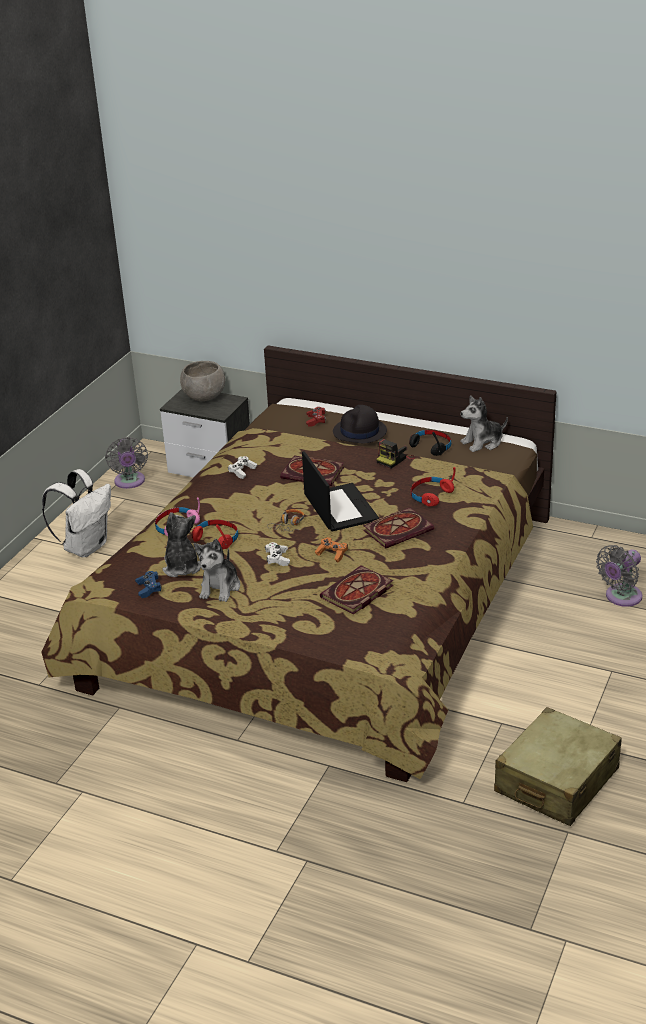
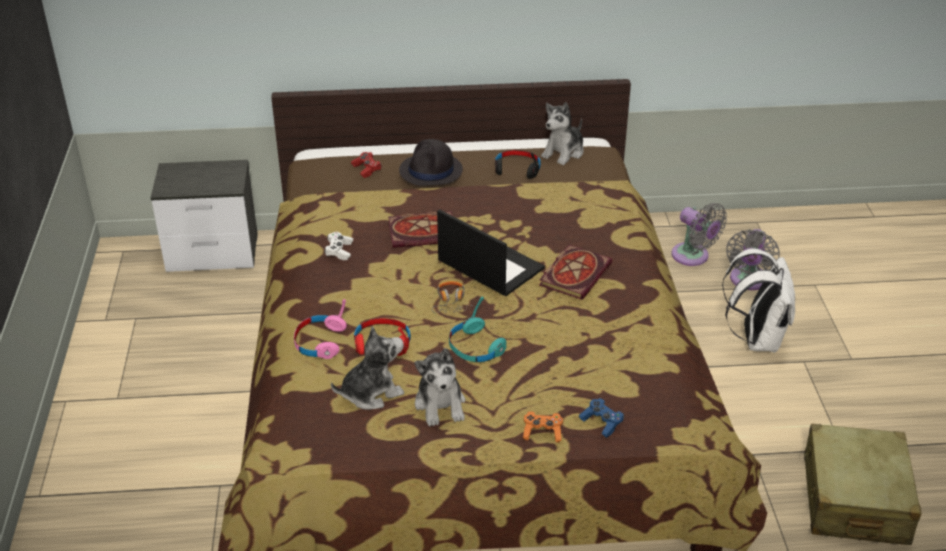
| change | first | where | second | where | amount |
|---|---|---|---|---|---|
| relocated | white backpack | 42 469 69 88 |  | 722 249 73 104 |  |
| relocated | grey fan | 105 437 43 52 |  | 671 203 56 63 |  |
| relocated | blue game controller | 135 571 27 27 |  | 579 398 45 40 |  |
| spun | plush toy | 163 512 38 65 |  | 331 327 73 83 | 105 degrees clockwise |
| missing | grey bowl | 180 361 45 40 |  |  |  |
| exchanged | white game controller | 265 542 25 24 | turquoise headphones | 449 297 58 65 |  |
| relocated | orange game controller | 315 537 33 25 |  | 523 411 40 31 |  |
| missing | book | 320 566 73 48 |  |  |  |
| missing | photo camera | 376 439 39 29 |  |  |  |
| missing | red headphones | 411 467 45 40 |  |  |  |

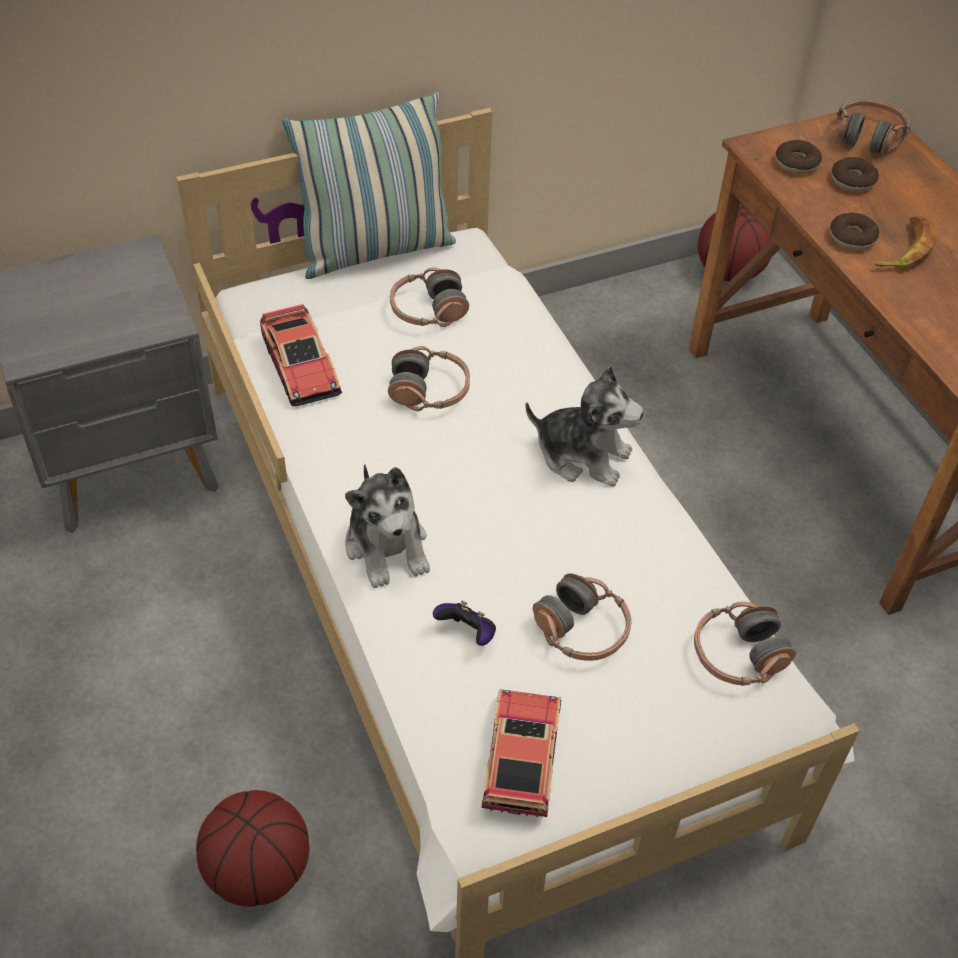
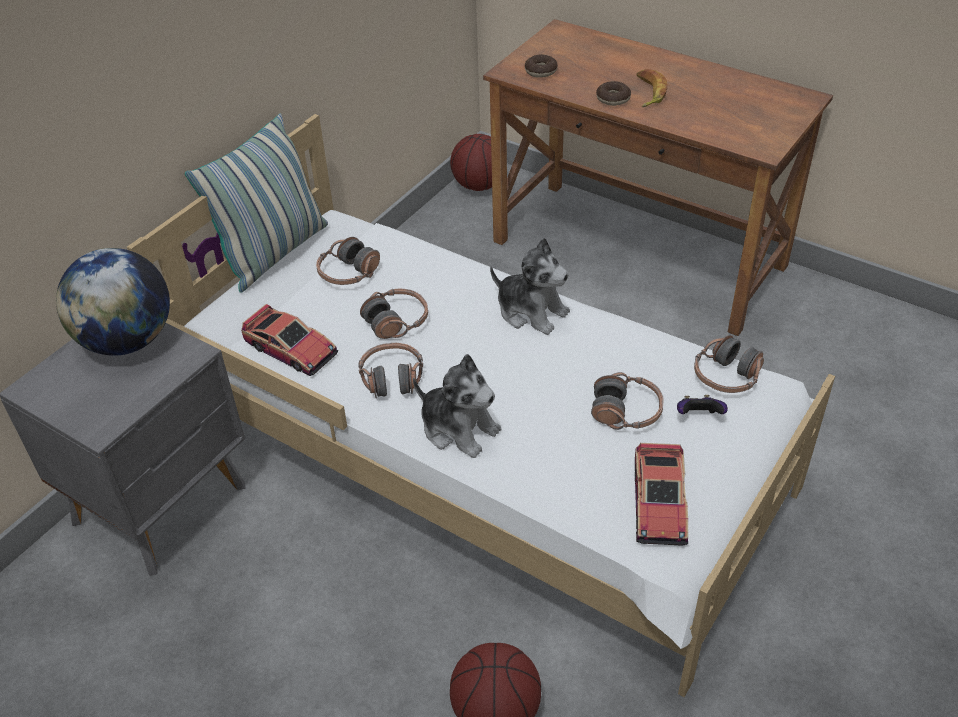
| change | first | where | second | where | amount |
|---|---|---|---|---|---|
| relocated | game controller | 433 601 63 45 |  | 677 395 51 19 |  |
| spun | toy car | 482 689 79 128 |  | 635 443 53 103 | 150 degrees counterclockwise |
| spun | plush toy | 525 366 119 121 |  | 490 238 80 97 | 45 degrees clockwise |
| missing | donut | 831 157 48 35 |  |  |  |
| relocated | headphones | 836 98 75 58 |  | 358 343 65 55 |  |
| appeared |  |  | globe | 56 248 114 108 |  |

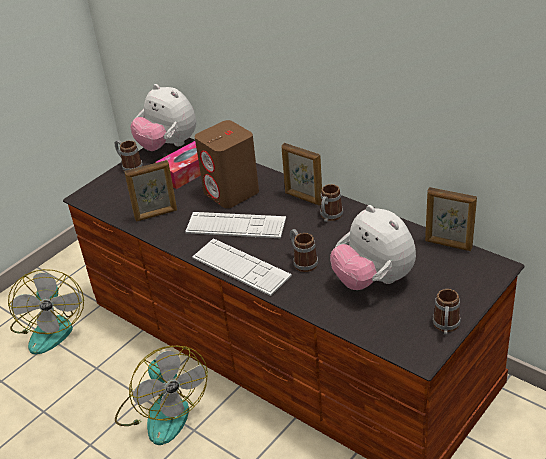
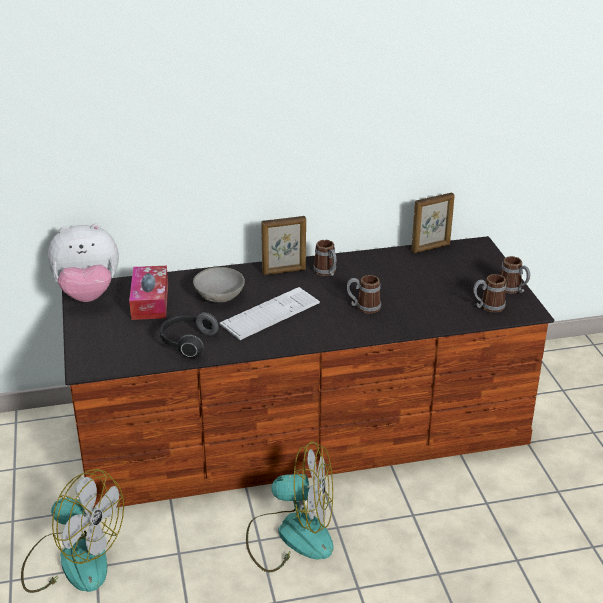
| change | first | where | second | where | amount |
|---|---|---|---|---|---|
| relocated | mug | 115 140 28 31 |  | 473 274 33 38 |  |
| exchanged | picture frame | 124 160 53 62 | headphones | 160 312 59 46 |  |
| missing | keyboard | 192 238 100 58 |  |  |  |
| exchanged | brown speaker | 195 120 64 88 | grey bowl | 193 267 52 36 |  |
| missing | plush toy | 330 205 86 85 |  |  |  |

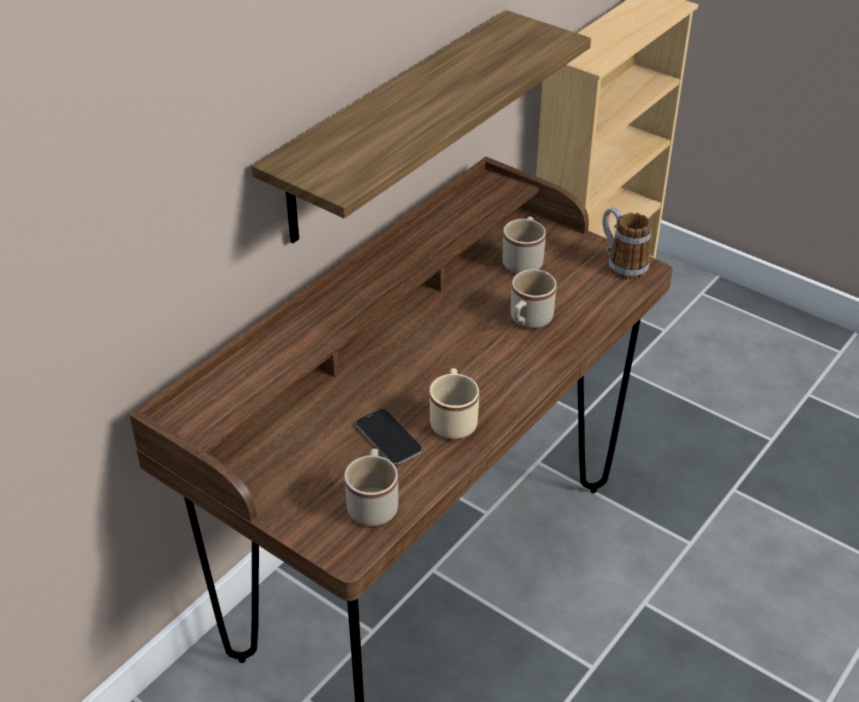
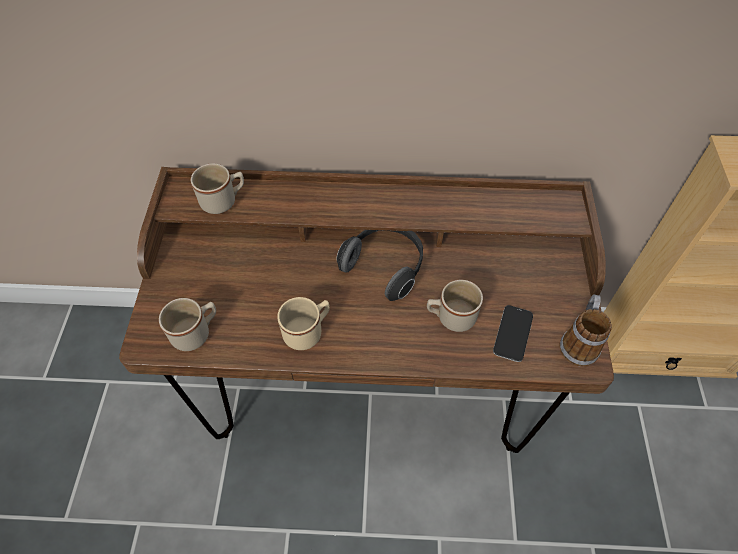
| change | first | where | second | where | amount |
|---|---|---|---|---|---|
| missing | shelf | 251 10 340 233 |  |  |  |
| relocated | phone | 356 409 66 56 |  | 493 305 40 57 |  |
| relocated | beige mug | 503 216 43 58 |  | 191 163 53 51 |  |
| appeared |  |  | headphones | 337 230 86 71 |  |

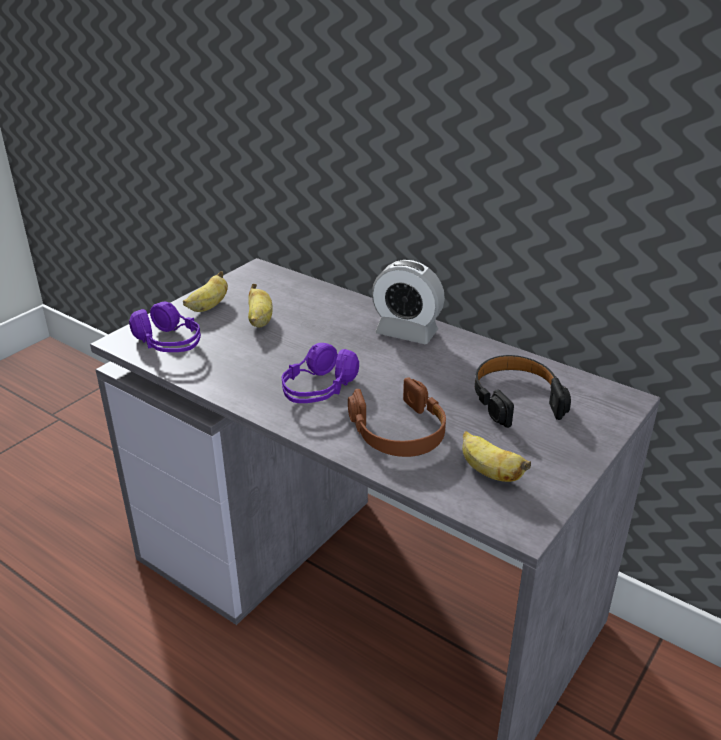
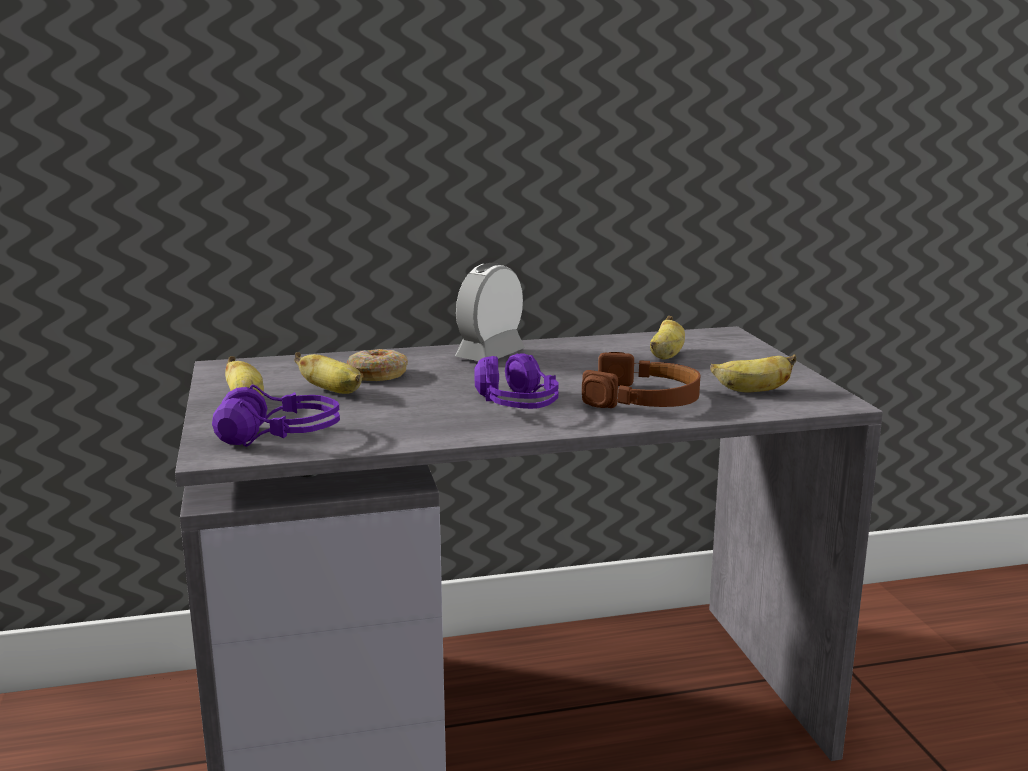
| change | first | where | second | where | amount |
|---|---|---|---|---|---|
| spun | alarm clock | 372 260 73 84 |  | 455 263 70 98 | 150 degrees clockwise |
| exchanged | black headphones | 475 355 96 73 | banana | 650 316 35 43 |  |
| appeared |  |  | donut | 347 349 61 32 |  |

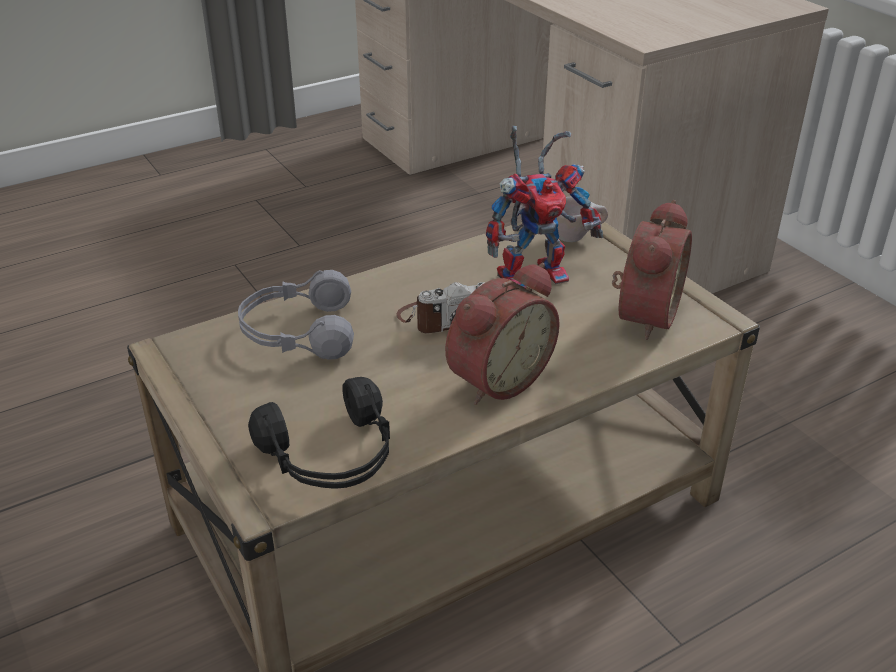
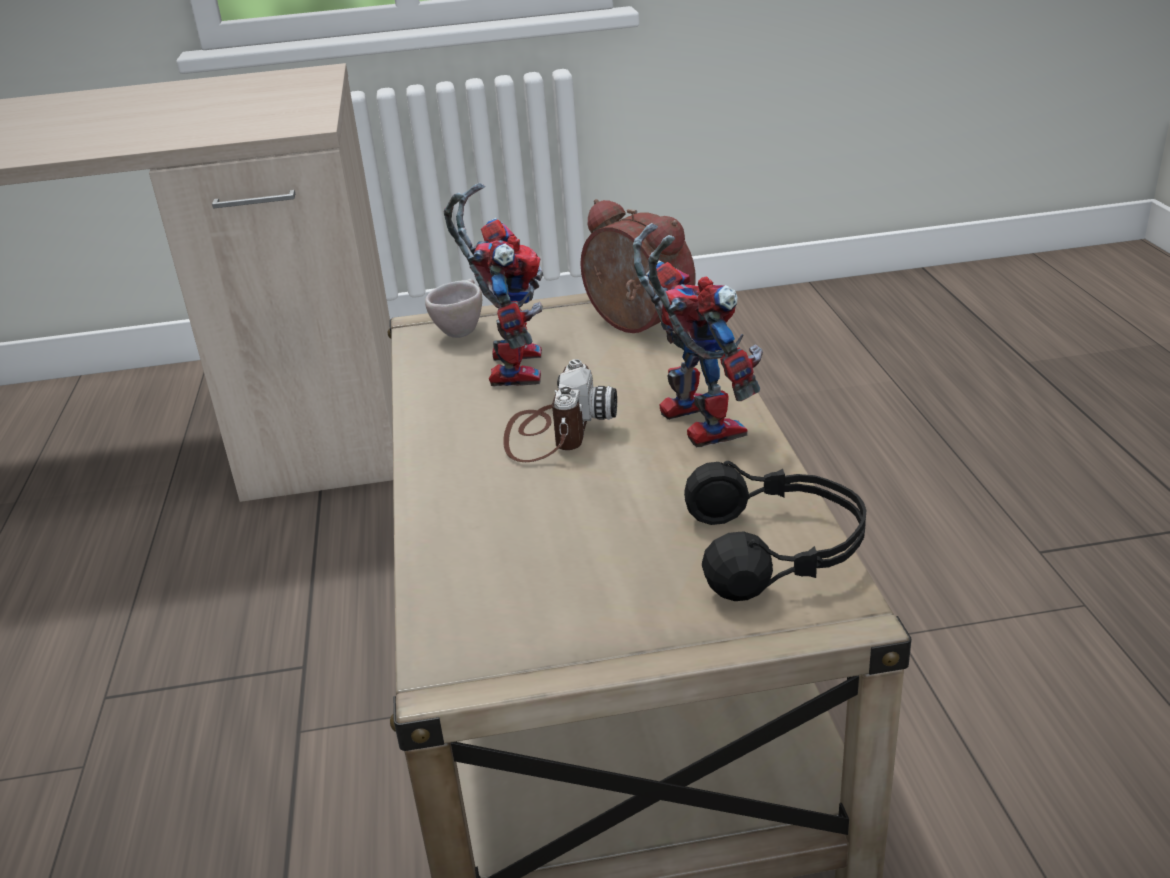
| change | first | where | second | where | amount |
|---|---|---|---|---|---|
| missing | grey headphones | 238 270 116 90 |  |  |  |
| exchanged | alarm clock | 445 263 115 142 | toy robot | 633 223 130 224 |  |

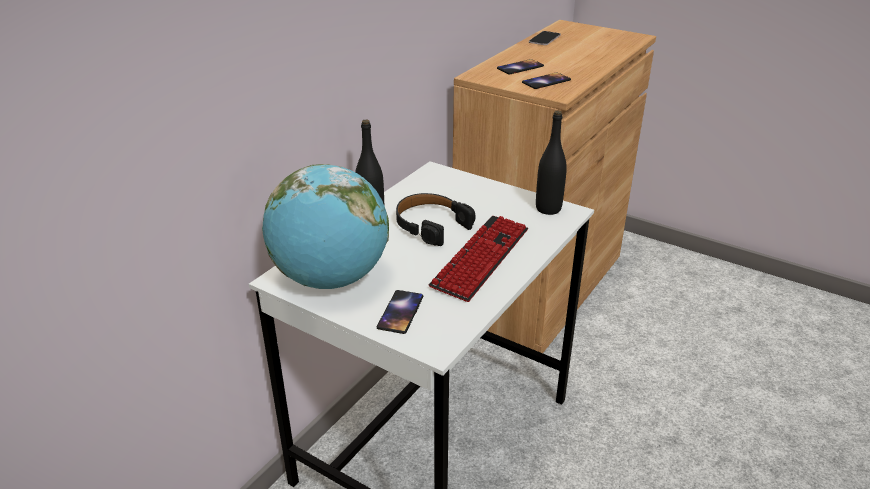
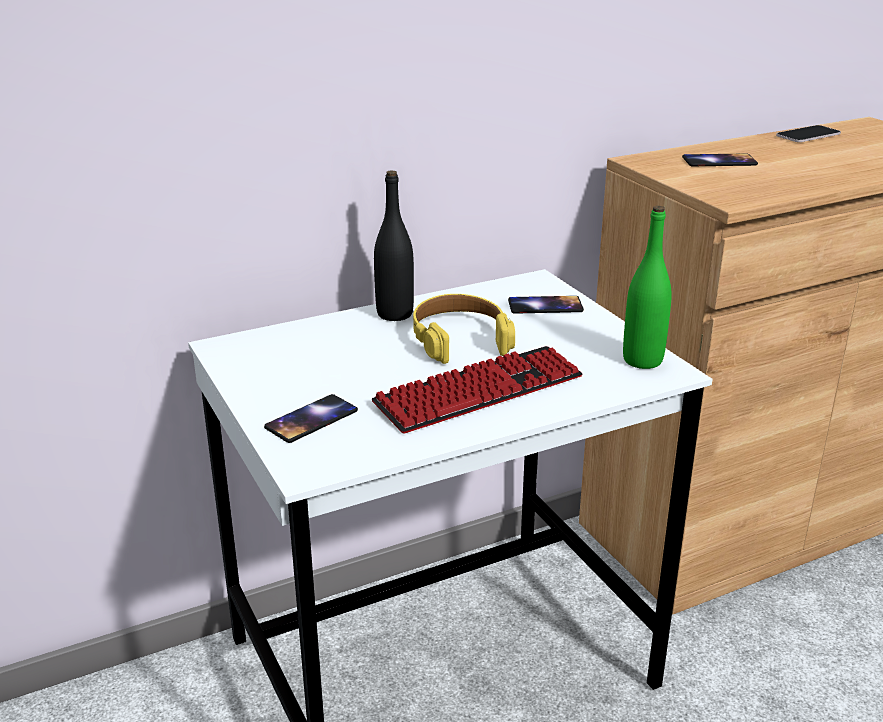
| change | first | where | second | where | amount |
|---|---|---|---|---|---|
| missing | globe | 262 164 127 125 |  |  |  |
| colour | black headphones | 396 193 79 53 | yellow headphones | 413 294 102 70 |  |
| relocated | phone | 522 72 49 17 |  | 508 296 76 18 |  |
| colour | black bottle | 536 111 31 104 | green bottle | 623 206 49 163 |  |

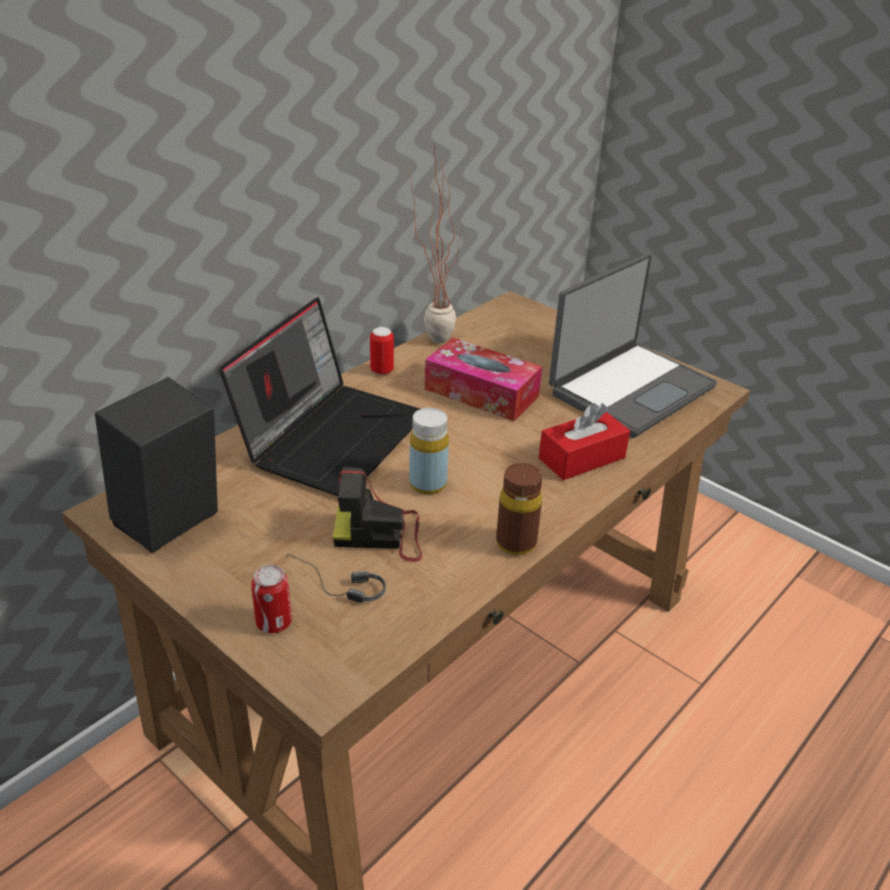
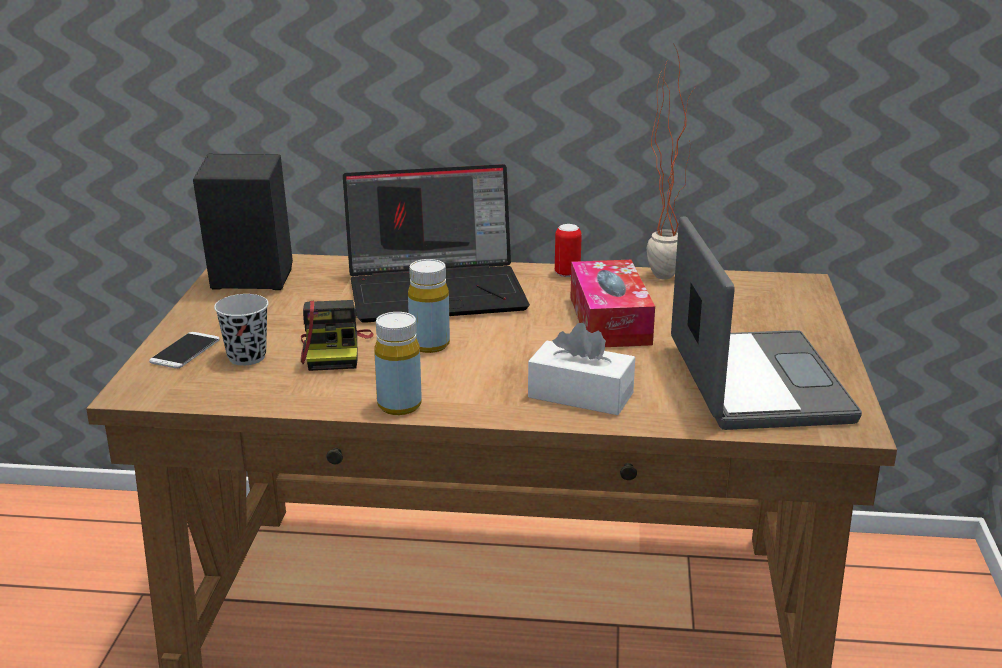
| change | first | where | second | where | amount |
|---|---|---|---|---|---|
| exchanged | can | 251 565 41 68 | phone | 149 332 71 36 |  |
| exchanged | headphones | 284 554 102 49 | black cup | 214 294 54 72 |  |
| spun | photo camera | 333 467 89 95 |  | 301 300 73 71 | 150 degrees counterclockwise |
| colour | brown bottle | 496 463 46 93 | yellow bottle | 374 312 48 103 |  |
| colour | red tissue box | 539 403 91 77 | white tissue box | 528 323 107 92 |  |
| spun | laptop | 549 254 168 184 |  | 671 217 191 213 | 105 degrees counterclockwise |

